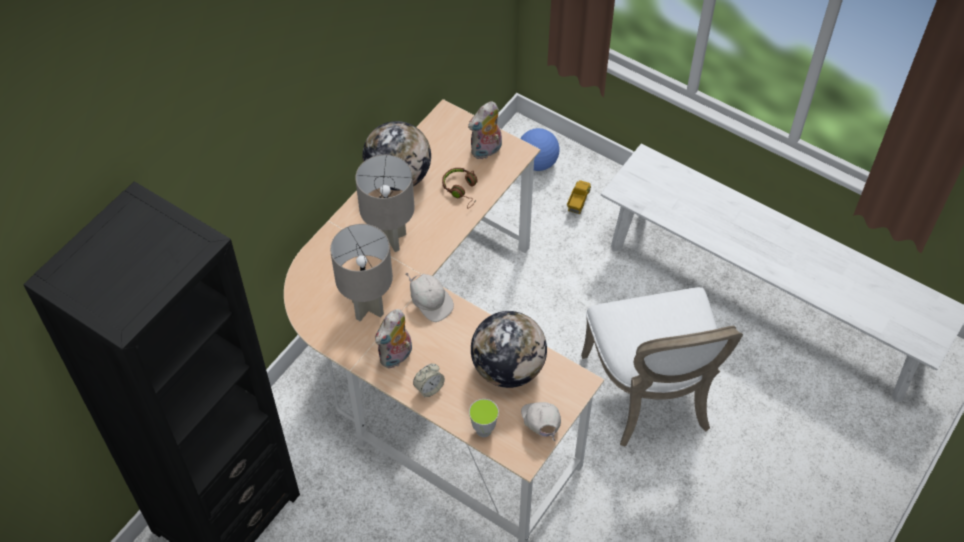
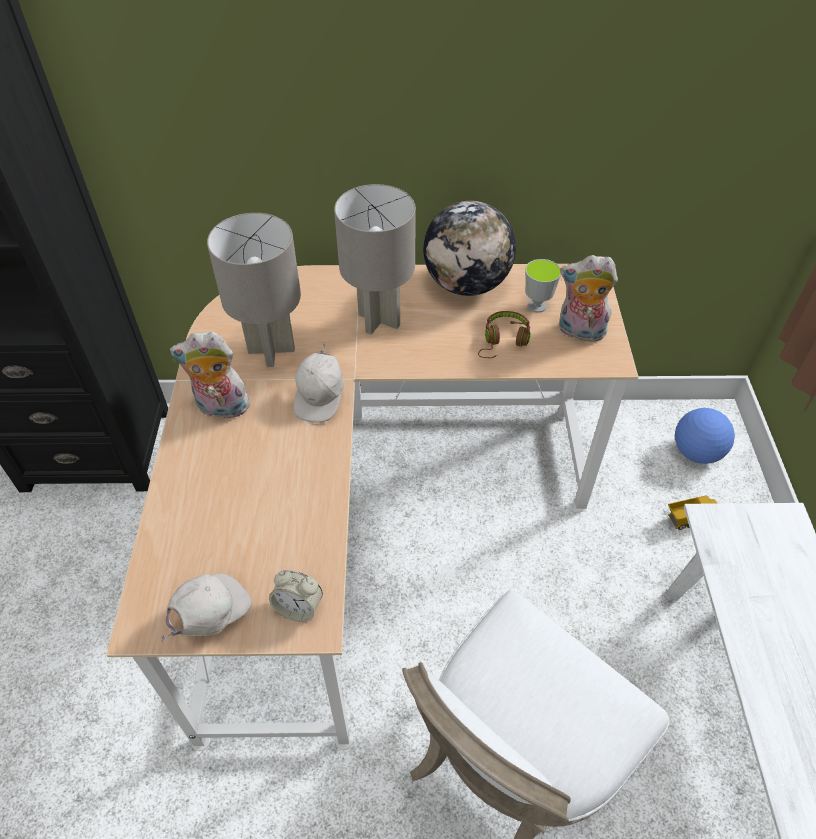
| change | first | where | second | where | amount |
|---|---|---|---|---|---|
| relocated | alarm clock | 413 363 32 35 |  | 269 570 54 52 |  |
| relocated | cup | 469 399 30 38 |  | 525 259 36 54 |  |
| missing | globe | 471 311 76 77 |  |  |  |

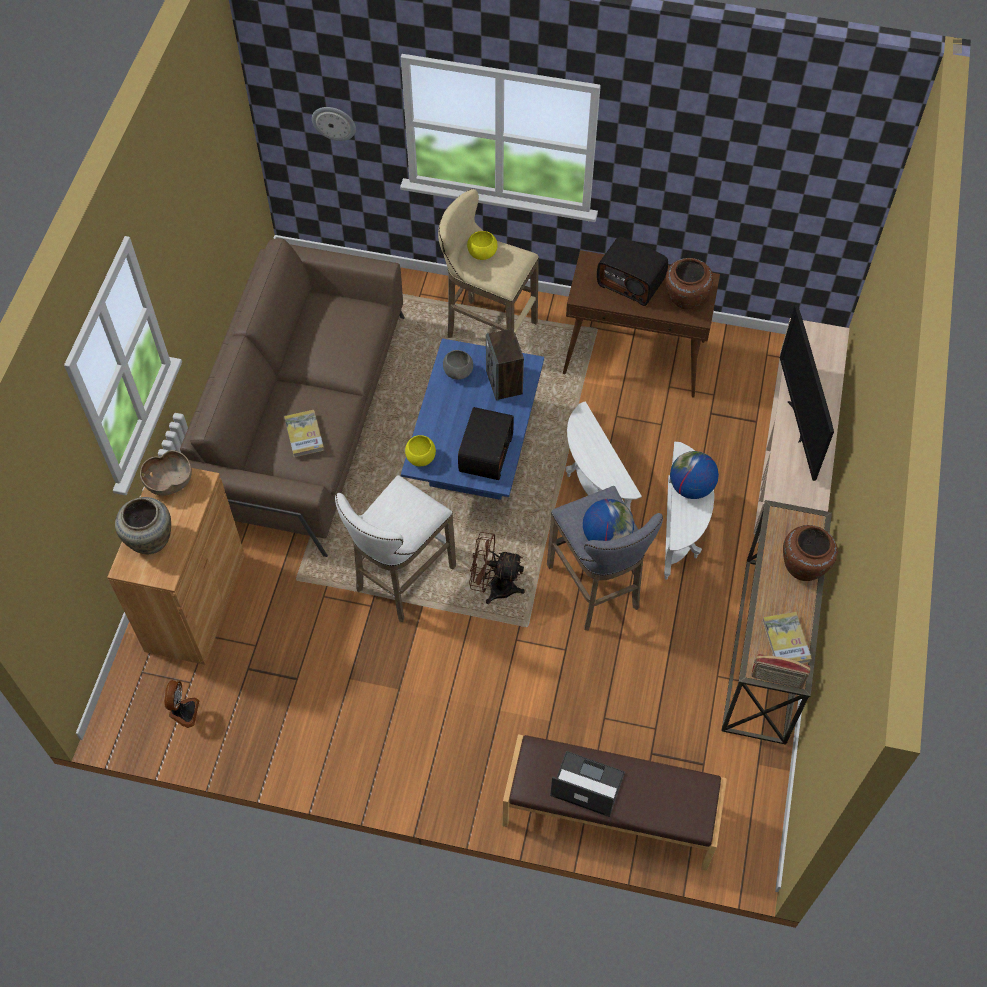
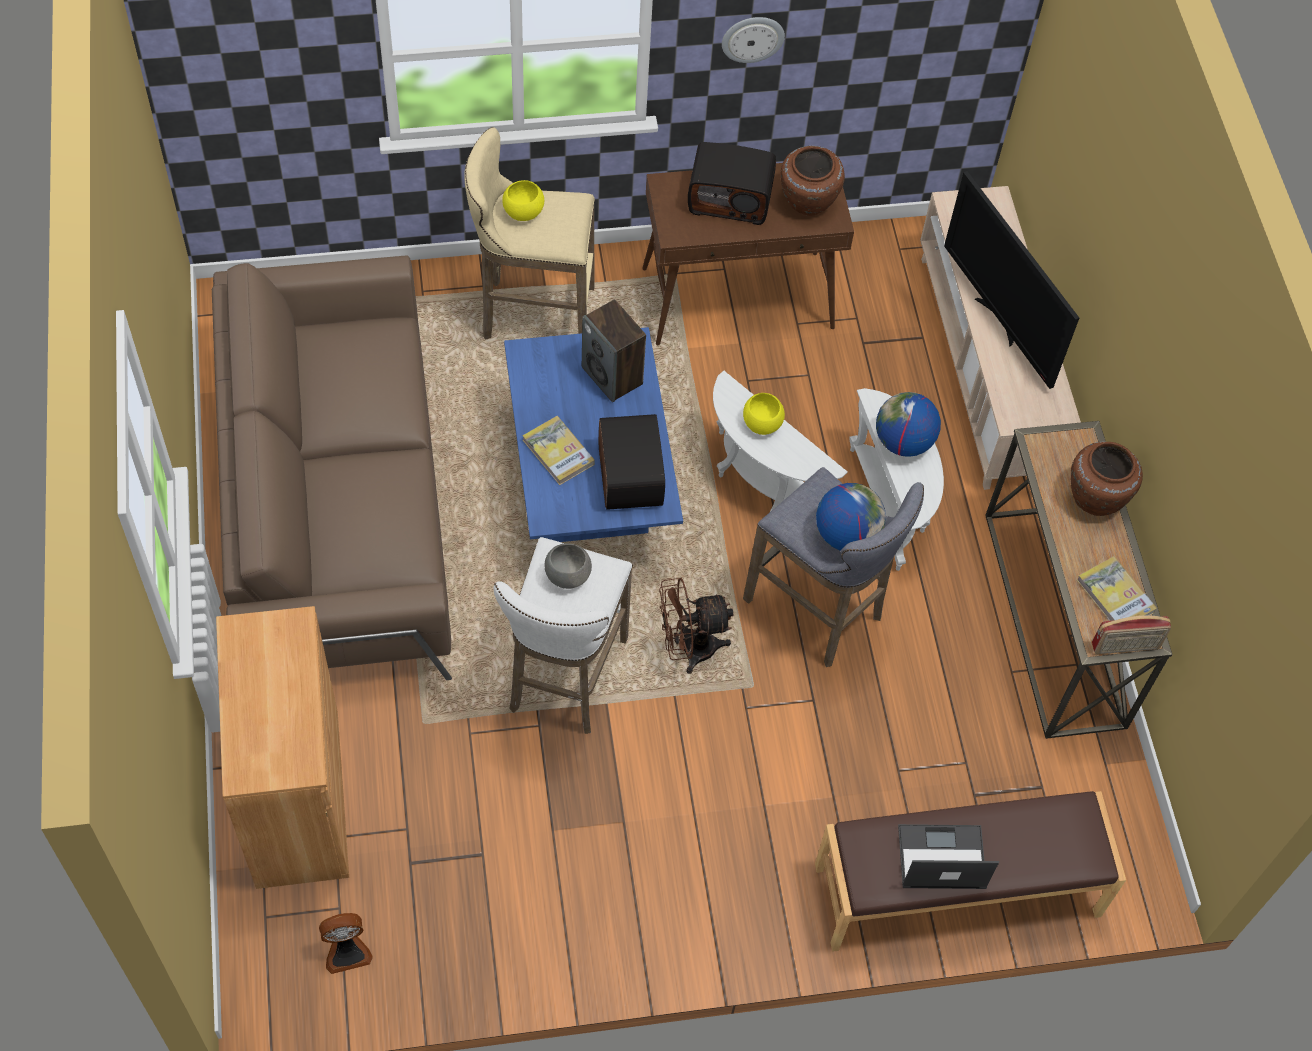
| change | first | where | second | where | amount |
|---|---|---|---|---|---|
| missing | beige vase | 115 497 56 57 |  |  |  |
| missing | brown bowl | 140 450 52 46 |  |  |  |
| spun | fan | 164 680 35 48 |  | 319 913 53 61 | 90 degrees clockwise |
| relocated | book | 284 410 40 47 |  | 522 416 72 69 |  |
| relocated | wall clock | 312 107 44 34 |  | 722 17 63 46 |  |
| relocated | yellow bowl | 405 435 31 31 |  | 743 393 42 42 |  |
| relocated | grey bowl | 443 350 30 30 |  | 545 543 47 46 |  |

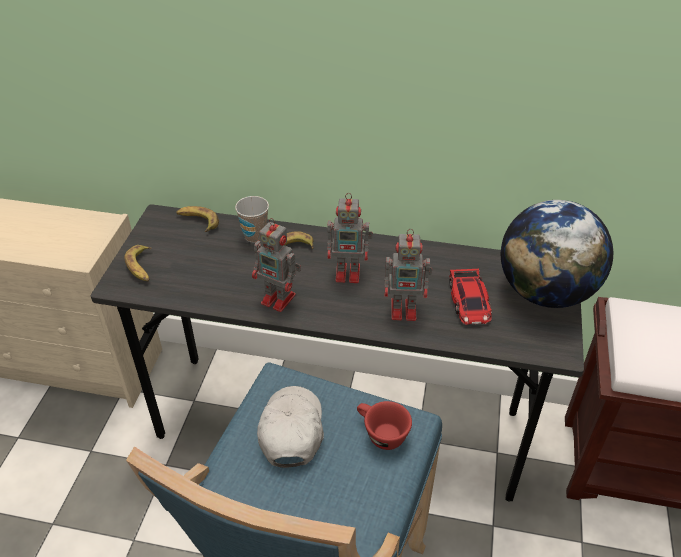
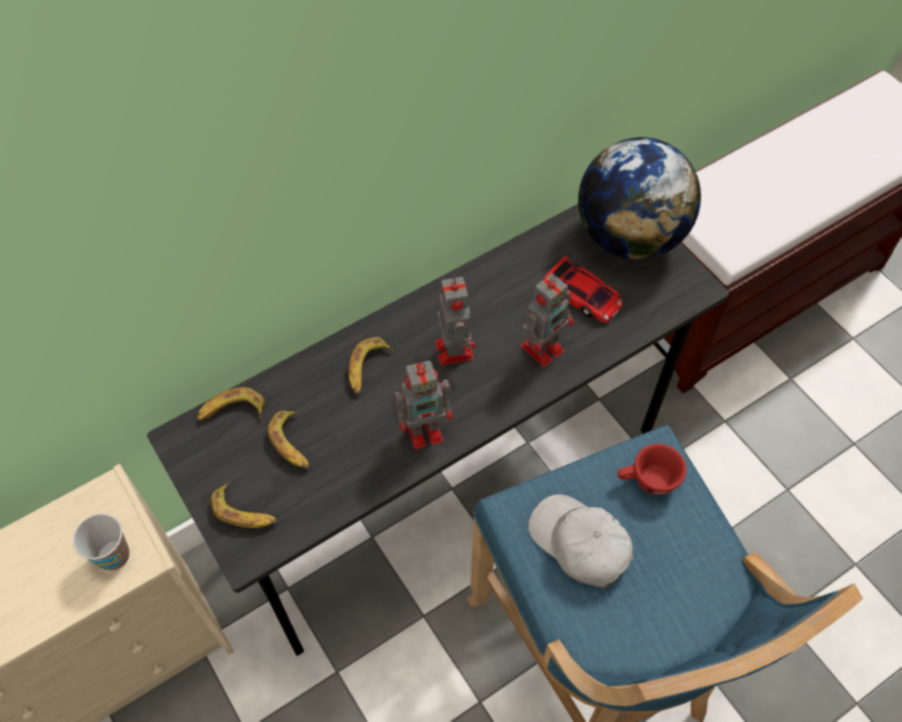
| change | first | where | second | where | amount |
|---|---|---|---|---|---|
| relocated | cup | 235 196 34 47 |  | 73 513 56 58 |  |
| spun | toy robot | 327 193 46 90 |  | 435 277 40 88 | 60 degrees counterclockwise |
| appeared |  |  | banana | 268 411 42 57 |  |

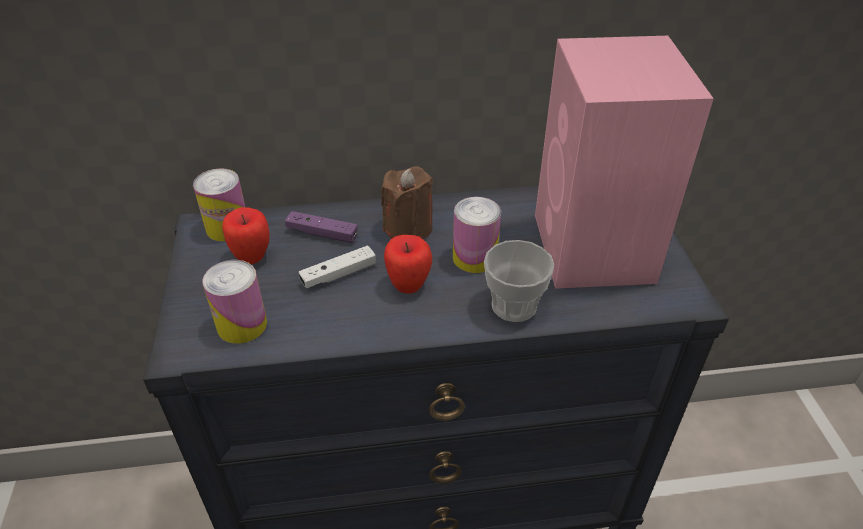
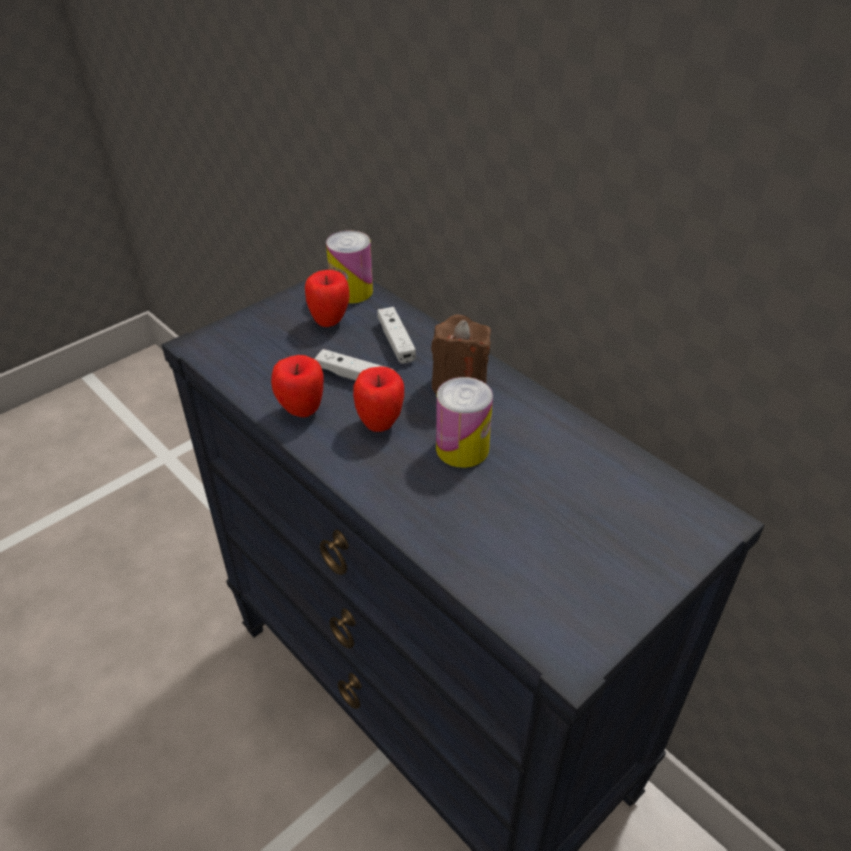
| change | first | where | second | where | amount |
|---|---|---|---|---|---|
| missing | can | 202 260 65 84 |  |  |  |
| colour | purple game controller | 285 211 73 32 | white game controller | 377 307 39 57 |  |
| missing | cup | 484 240 70 82 |  |  |  |
| missing | pink speaker | 535 36 179 253 |  |  |  |
| appeared |  |  | apple | 271 355 52 62 |  |

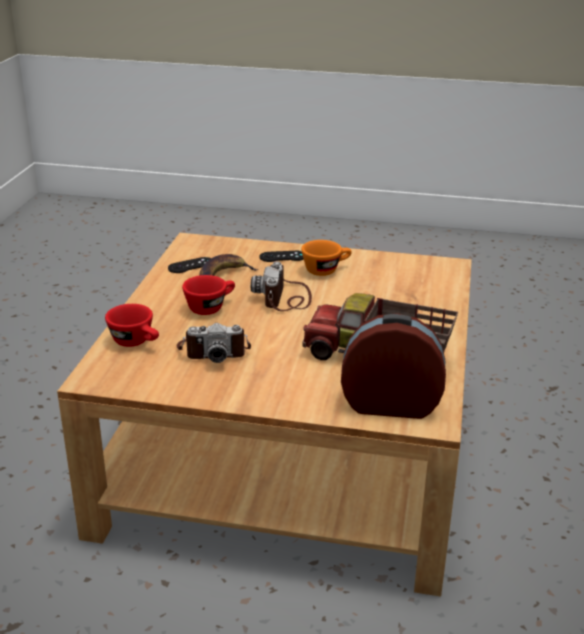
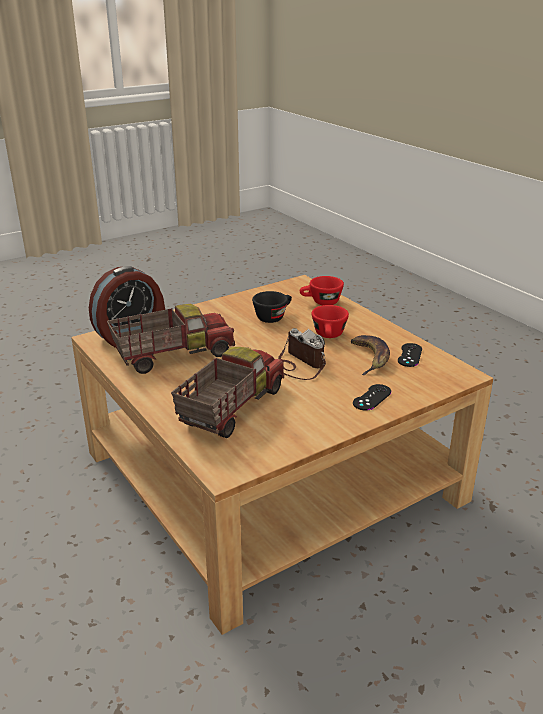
| change | first | where | second | where | amount |
|---|---|---|---|---|---|
| exchanged | photo camera | 177 323 74 40 | black cup | 252 291 40 32 |  |
| missing | orange cup | 301 240 51 36 |  |  |  |
| appeared |  |  | toy truck | 171 347 113 91 |  |

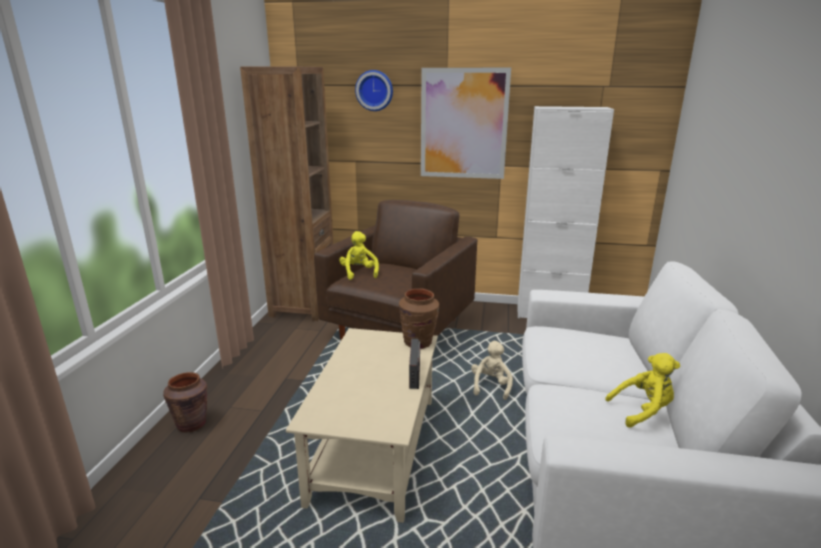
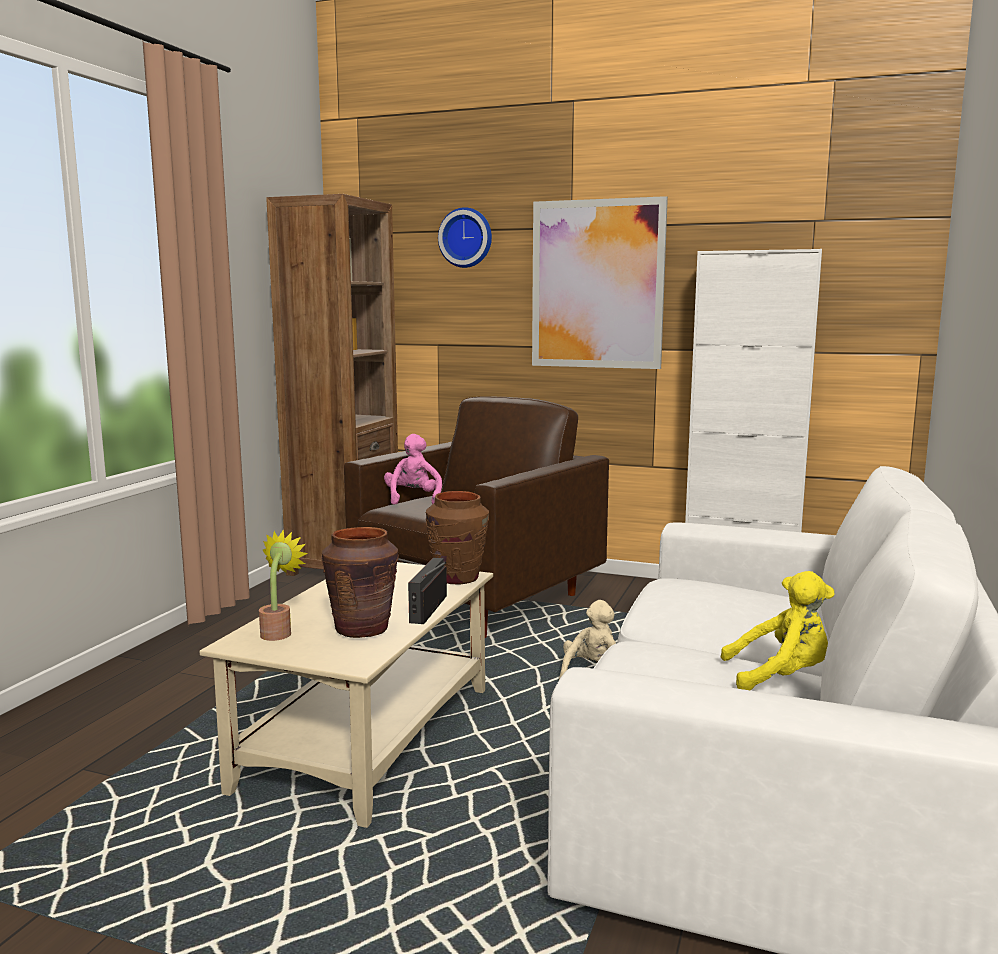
| change | first | where | second | where | amount |
|---|---|---|---|---|---|
| relocated | brown vase | 163 372 44 61 |  | 321 527 78 111 |  |
| colour | yellow plush toy | 339 231 40 49 | pink plush toy | 384 434 58 71 |  |
| appeared |  |  | potted plant | 259 529 49 112 |  |

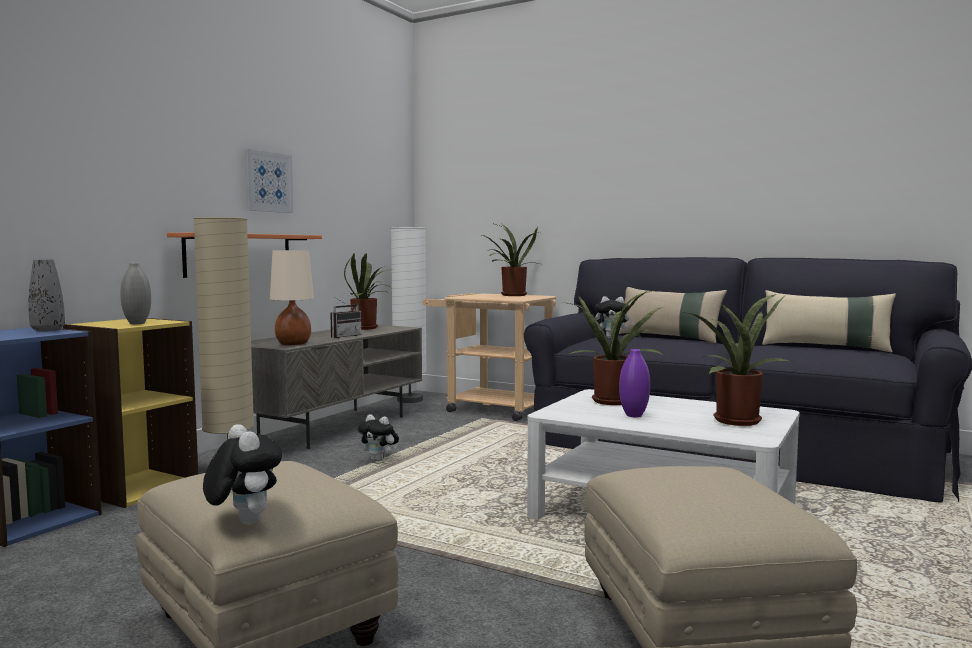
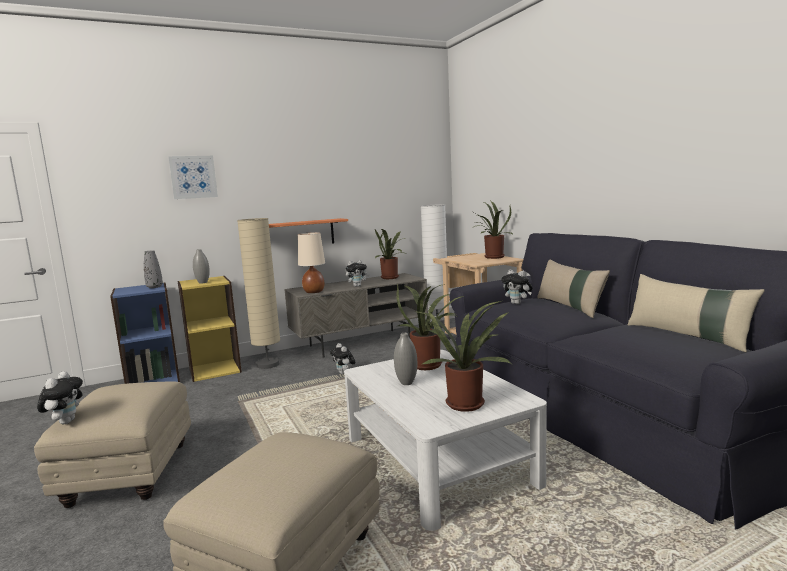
| change | first | where | second | where | amount |
|---|---|---|---|---|---|
| relocated | picture | 244 149 50 64 |  | 169 156 49 43 |  |
| exchanged | radio | 330 297 31 41 | plush toy | 346 260 23 27 |  |
| colour | purple vase | 619 349 31 68 | grey vase | 394 333 23 52 |  |

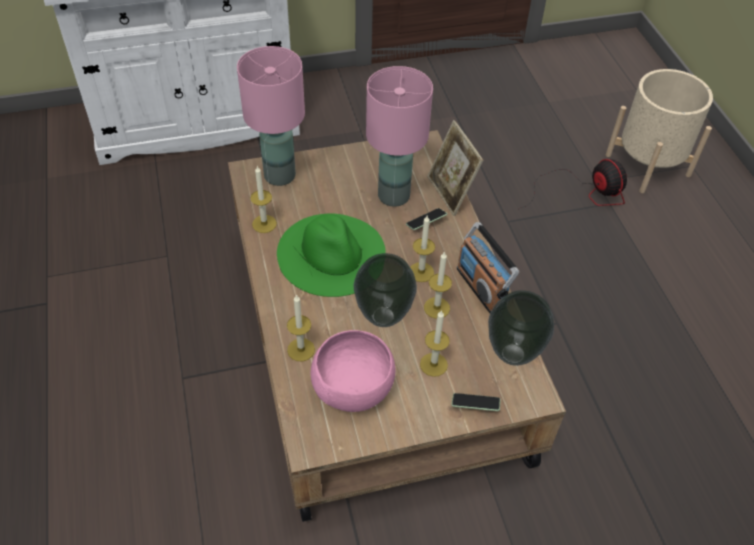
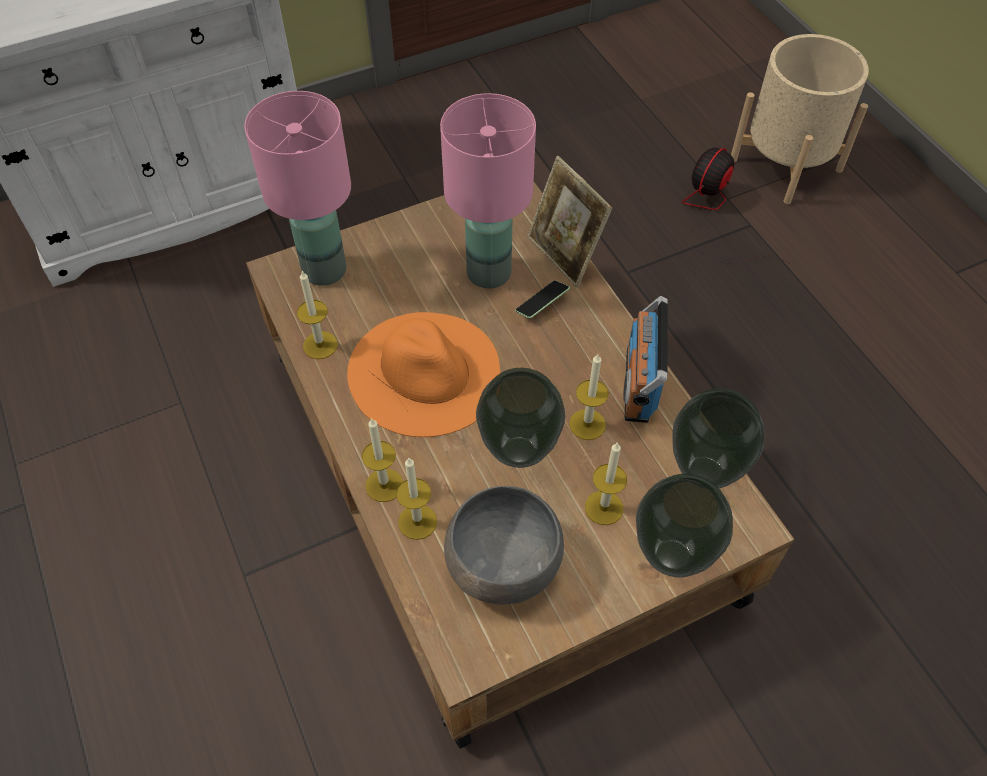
| change | first | where | second | where | amount |
|---|---|---|---|---|---|
| colour | green hat | 277 214 109 83 | orange hat | 347 312 153 125 |  |
| colour | pink bowl | 310 330 85 82 | grey bowl | 444 486 120 119 |  |
| relocated | candle | 410 216 25 66 |  | 362 418 41 84 |  |
| exchanged | phone | 451 393 50 18 | vase | 636 473 97 105 |  |
| spun | radio | 457 222 62 91 |  | 623 296 45 127 | 45 degrees clockwise |
| spun | fan | 519 159 108 50 |  | 682 147 114 119 | 105 degrees counterclockwise |

